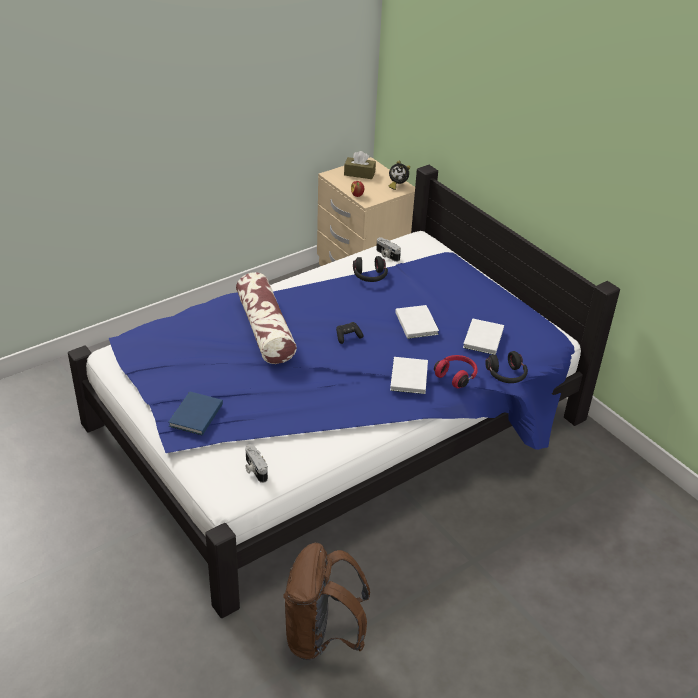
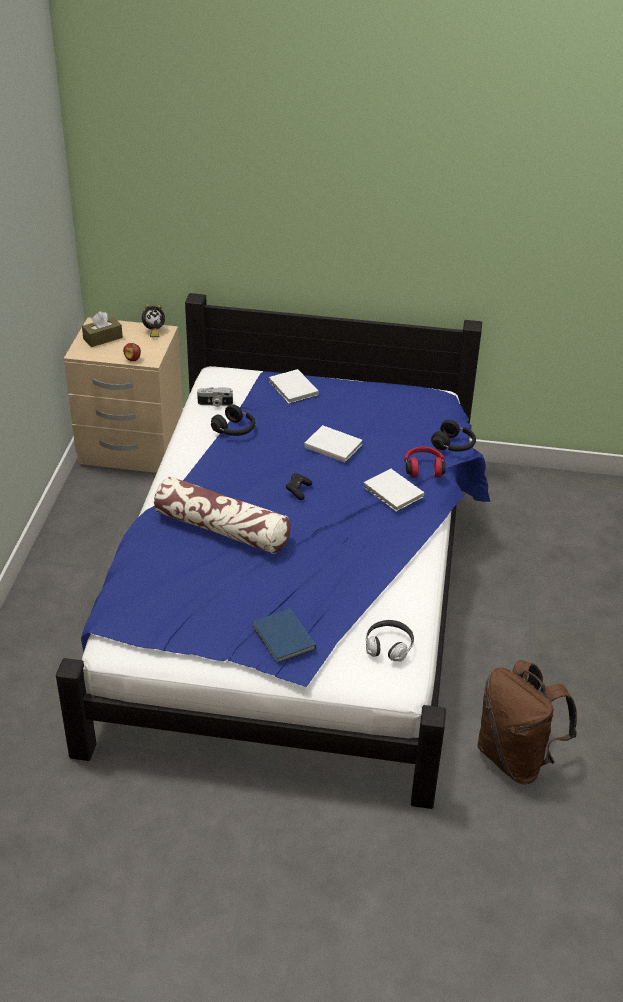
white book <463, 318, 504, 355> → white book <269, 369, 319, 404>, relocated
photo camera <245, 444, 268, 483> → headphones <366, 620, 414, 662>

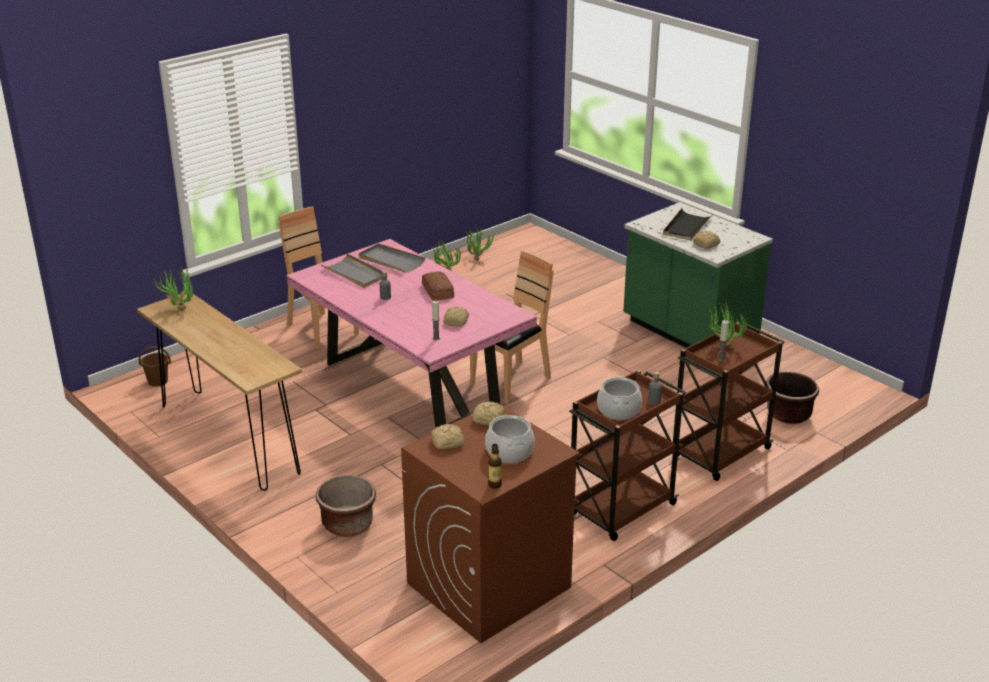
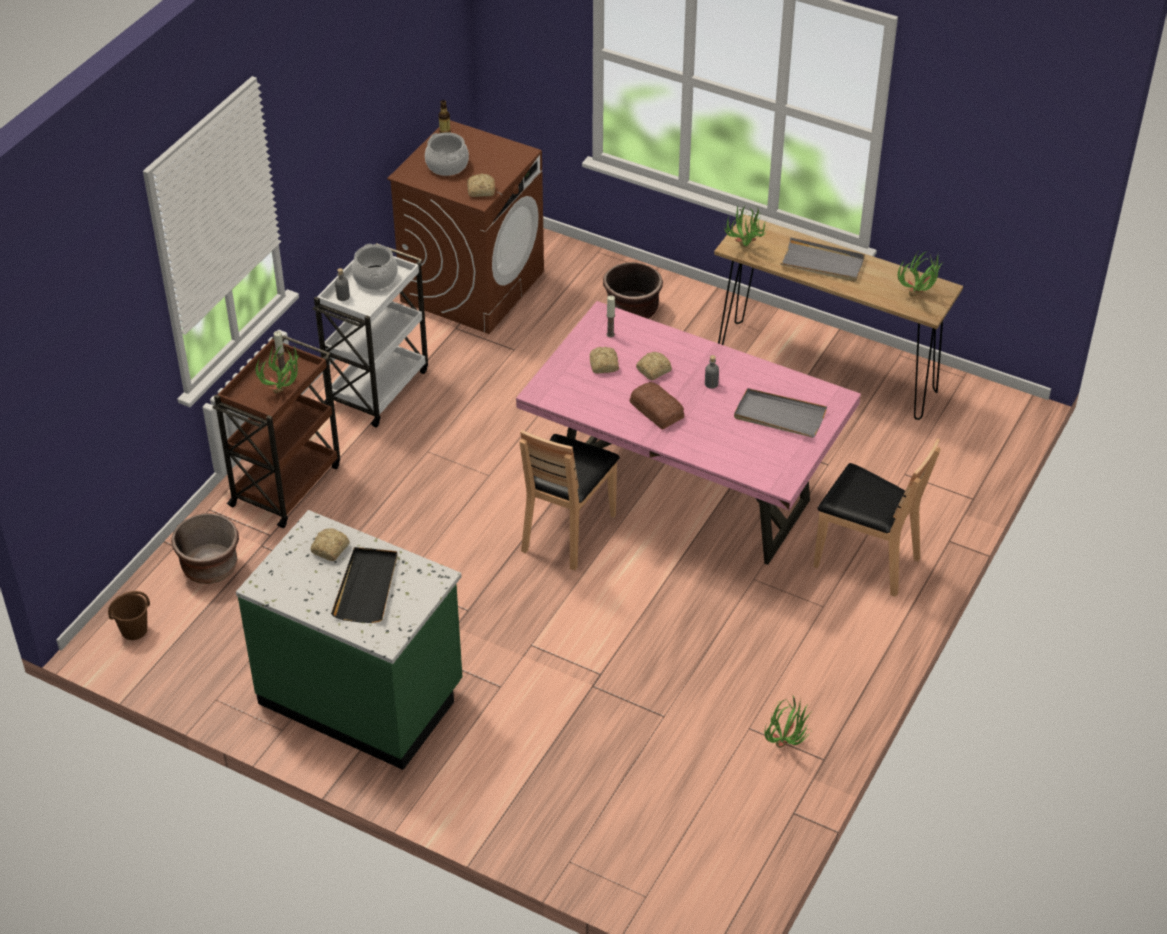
brown bucket <139, 346, 171, 387> → brown bucket <108, 591, 150, 640>, relocated
brown cart <569, 370, 686, 541> → white cart <313, 243, 428, 428>
bread <432, 424, 464, 450> → bread <636, 352, 672, 380>, relocated
potted plant <466, 227, 494, 261> → potted plant <724, 205, 769, 247>, relocated
grey tray <359, 243, 426, 272> → grey tray <780, 237, 865, 282>, relocated

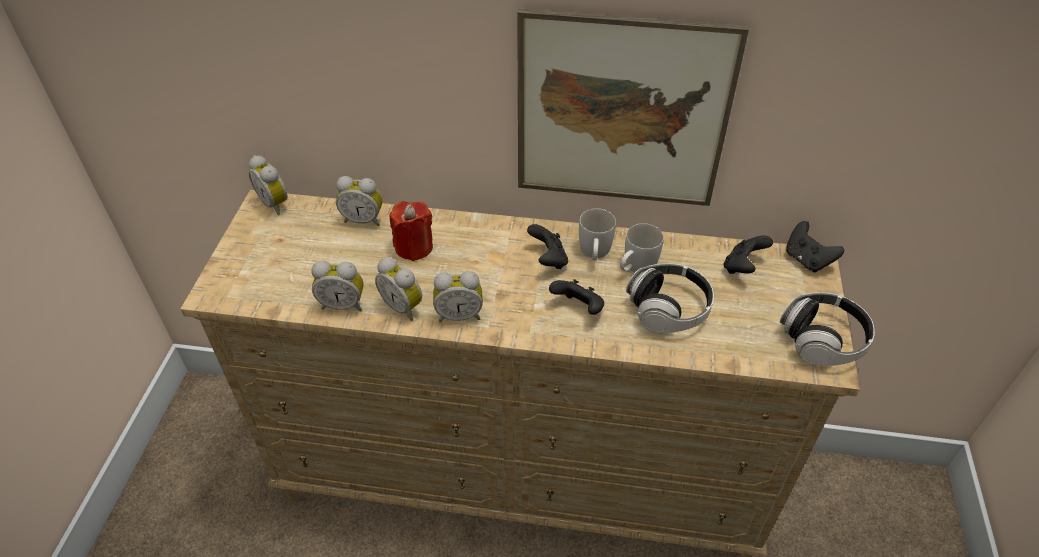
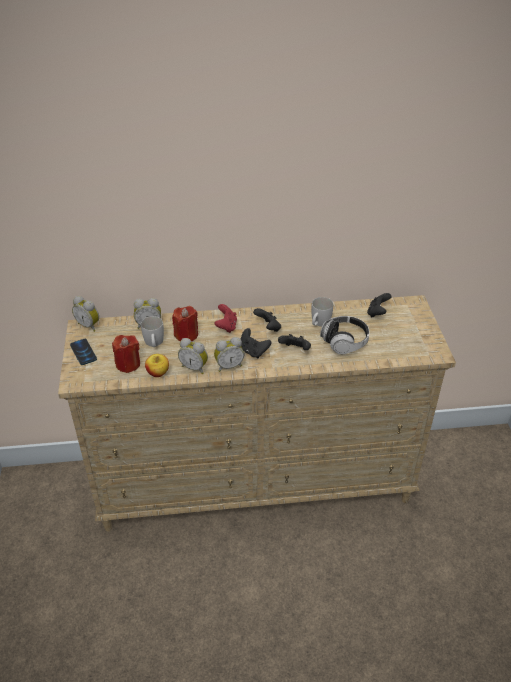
- → phone <70, 339, 97, 365>
- → red candle <112, 335, 140, 373>
white mug <579, 208, 616, 260> → white mug <141, 316, 164, 347>, relocated
alarm clock <312, 261, 363, 311> → apple <145, 354, 169, 377>
- → red game controller <215, 304, 237, 333>
black game controller <786, 221, 844, 273> → black game controller <241, 328, 271, 358>, relocated
picture <517, 9, 749, 206> → -
headphones <780, 292, 875, 366> → -

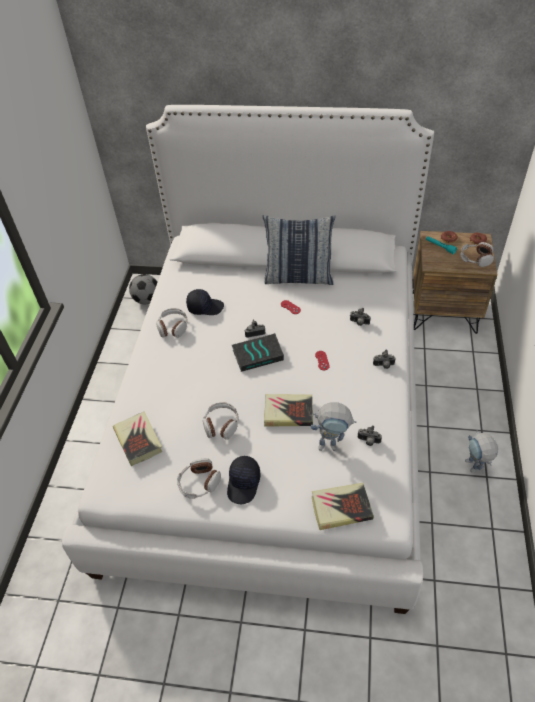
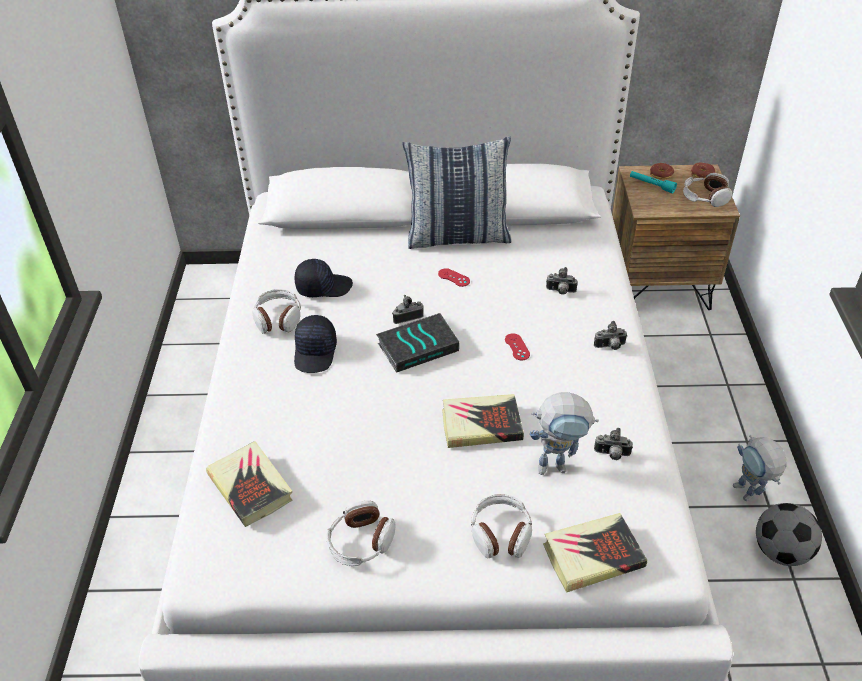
black cap <227, 456, 261, 504> → black cap <294, 315, 337, 373>, relocated
headphones <203, 402, 239, 440> → headphones <471, 494, 532, 558>, relocated
football <129, 274, 157, 304> → football <756, 503, 822, 566>, relocated

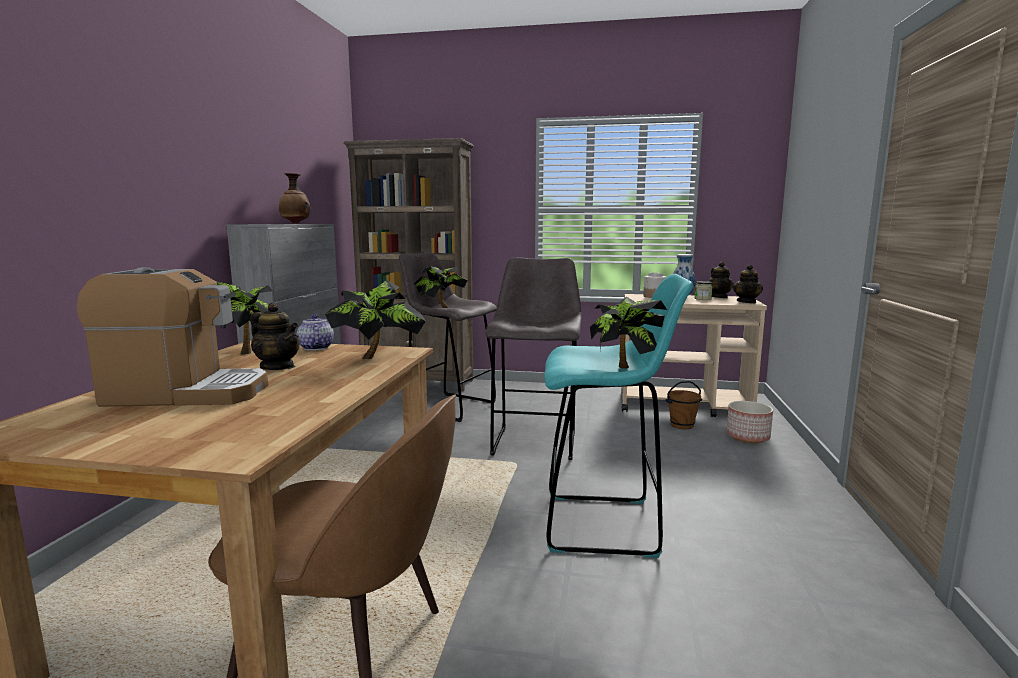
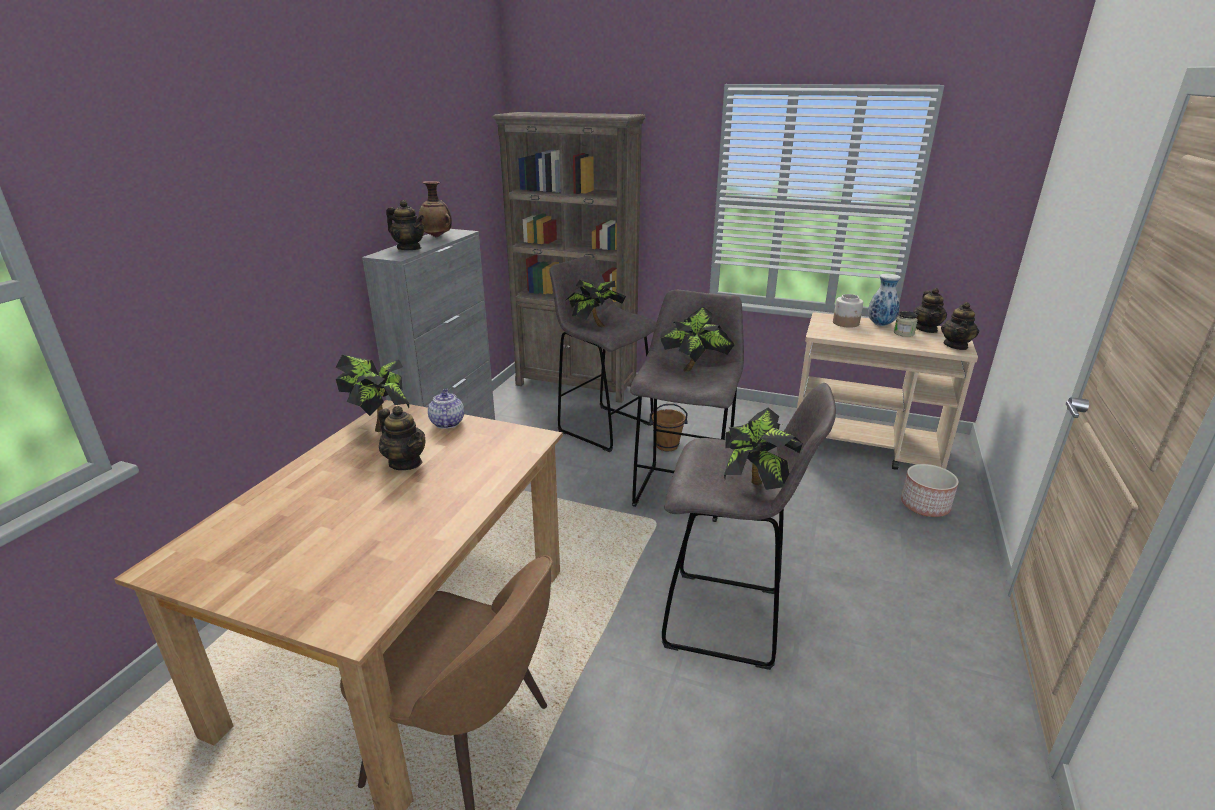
- → teapot <386, 200, 424, 250>
brown bucket <665, 381, 702, 429> → brown bucket <649, 404, 688, 451>, relocated
potted plant <325, 280, 426, 359> → potted plant <660, 307, 735, 372>, relocated
turquoise stool <544, 274, 693, 558> → grey stool <662, 383, 836, 670>
coffee machine <77, 268, 268, 407> → -

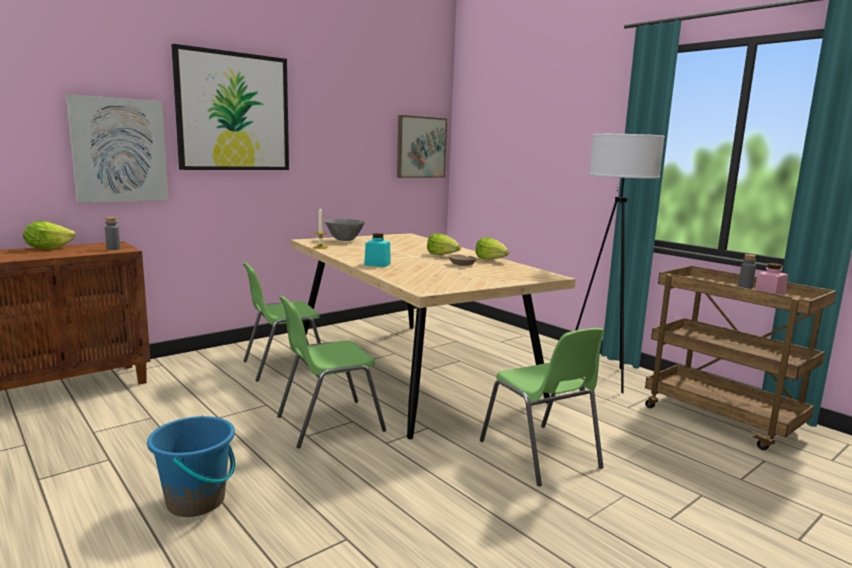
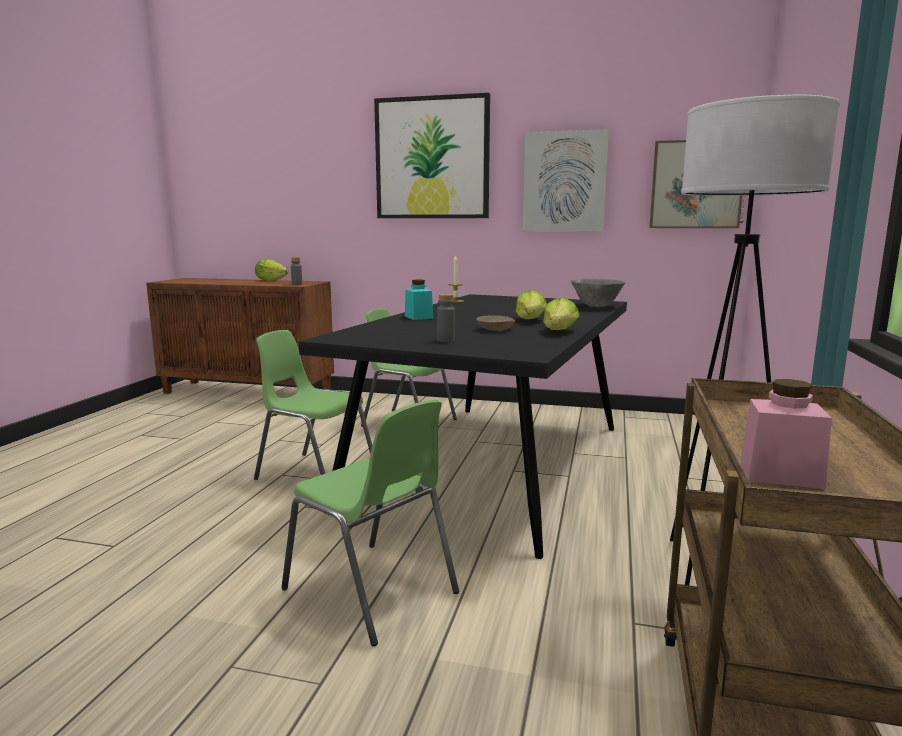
green chair <480, 328, 605, 486> → green chair <281, 400, 459, 646>, 75 degrees counterclockwise
beige dining table <291, 233, 576, 439> → black dining table <299, 294, 627, 559>
grey bottle <738, 254, 756, 289> → grey bottle <437, 294, 455, 342>, relocated
picture <66, 94, 168, 203> → picture <523, 129, 609, 232>, relocated
grey bowl <324, 219, 365, 241> → grey bowl <571, 279, 626, 307>, relocated
blue bucket <147, 415, 235, 517> → -

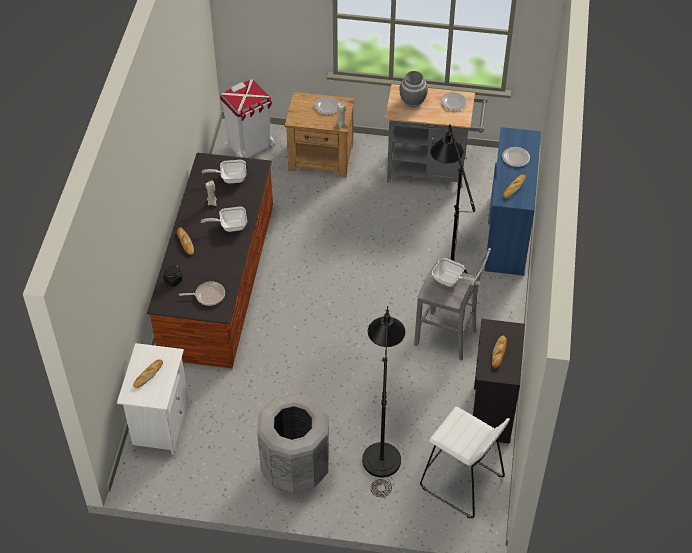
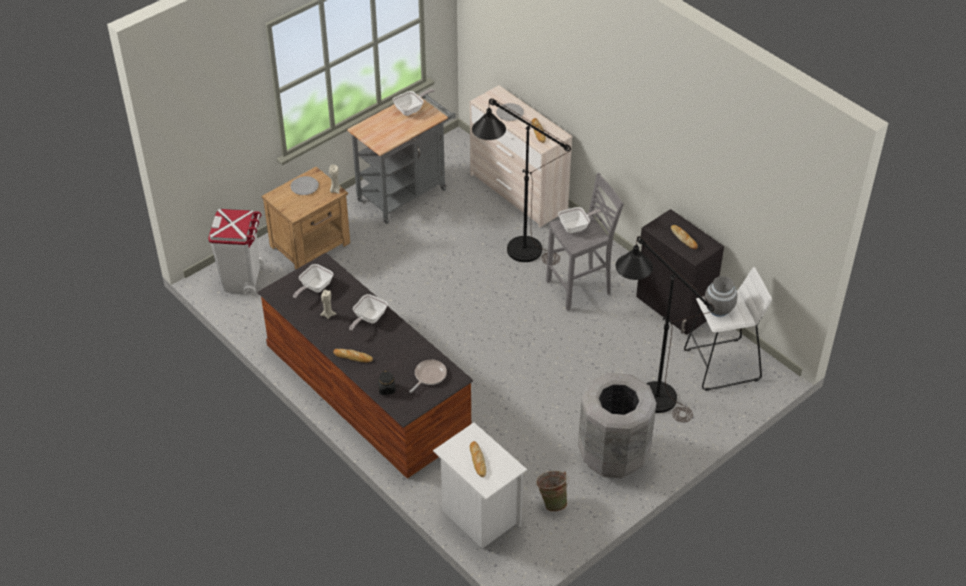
plate <440, 92, 467, 111> → frying pan <392, 89, 435, 116>
blue dresser <484, 127, 541, 276> → beige dresser <469, 85, 572, 228>
- → green bucket <536, 471, 569, 512>
grey vase <399, 71, 428, 107> → grey vase <704, 276, 738, 317>, relocated

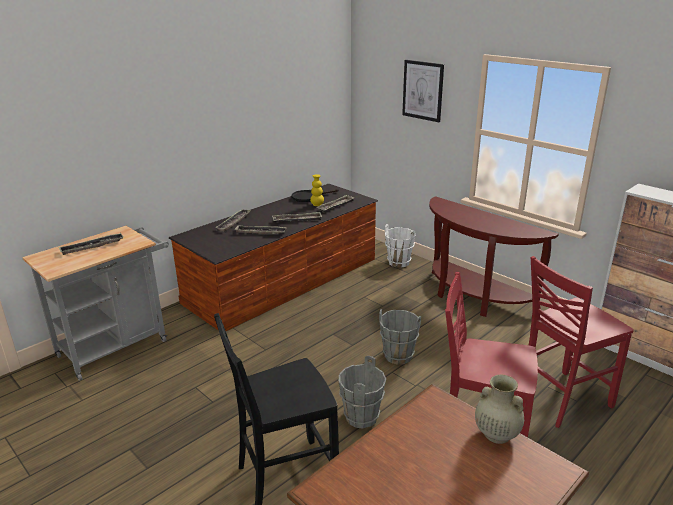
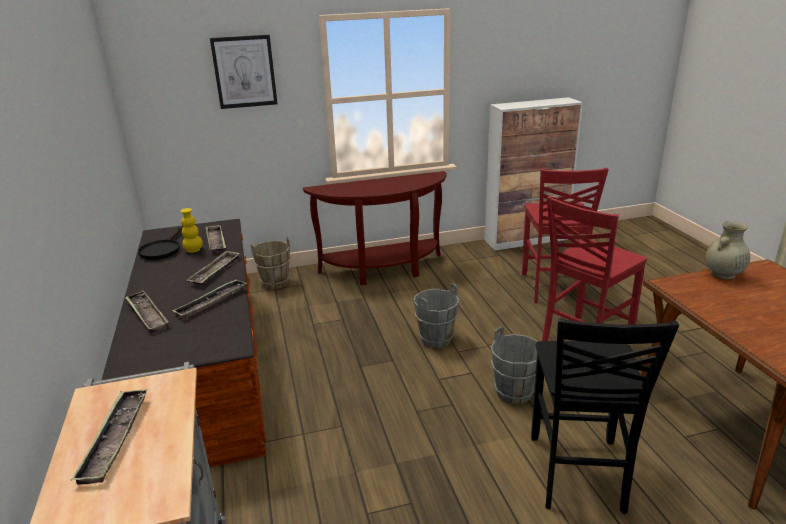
white bucket <385, 224, 416, 268> → brown bucket <251, 237, 291, 289>

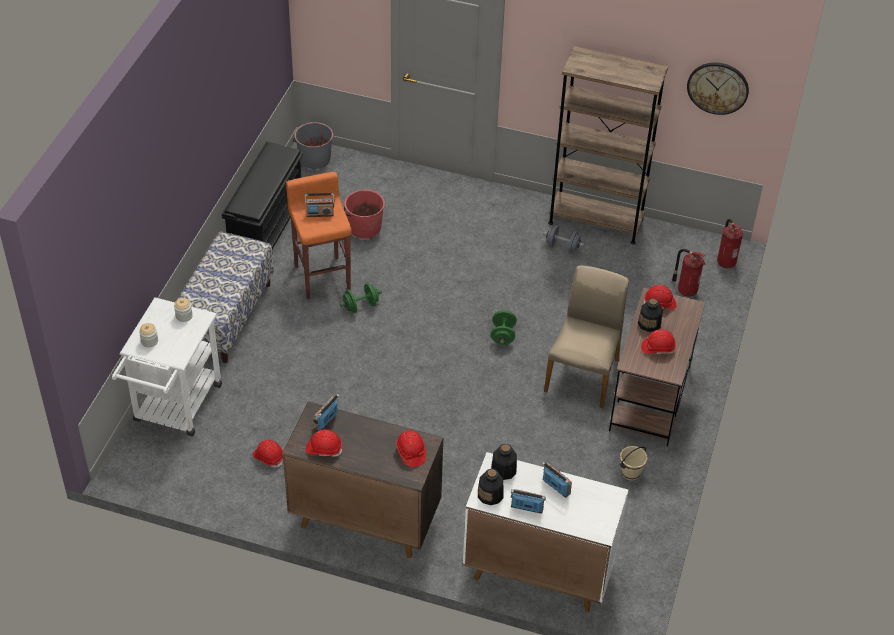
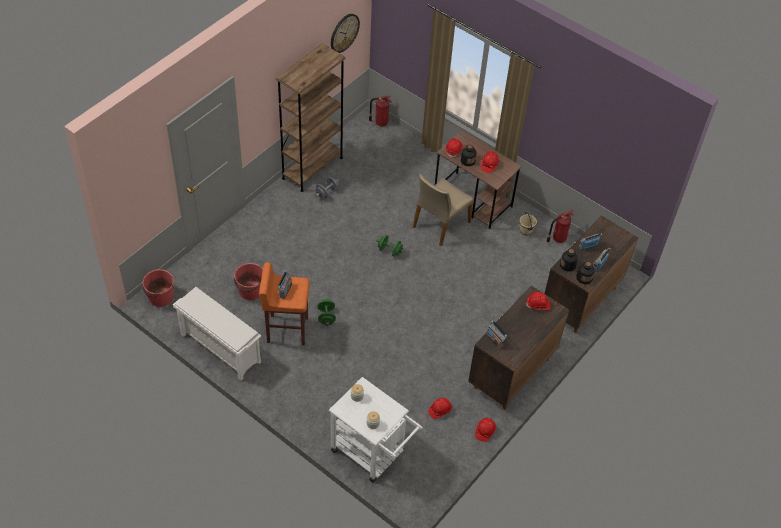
grey bucket <293, 122, 333, 169> → red bucket <143, 269, 174, 307>
black shoe rack <222, 141, 304, 249> → white shoe rack <173, 287, 261, 380>
beige chair <544, 265, 629, 408> → beige chair <413, 174, 473, 246>, 90 degrees counterclockwise
red hard hat <306, 429, 343, 457> → red hard hat <475, 418, 496, 442>, relocated
white cabinet <463, 452, 629, 612> → brown cabinet <544, 215, 638, 333>
fire extinguisher <672, 249, 705, 297> → fire extinguisher <547, 209, 574, 243>, relocated
bench <177, 232, 274, 363> → -

